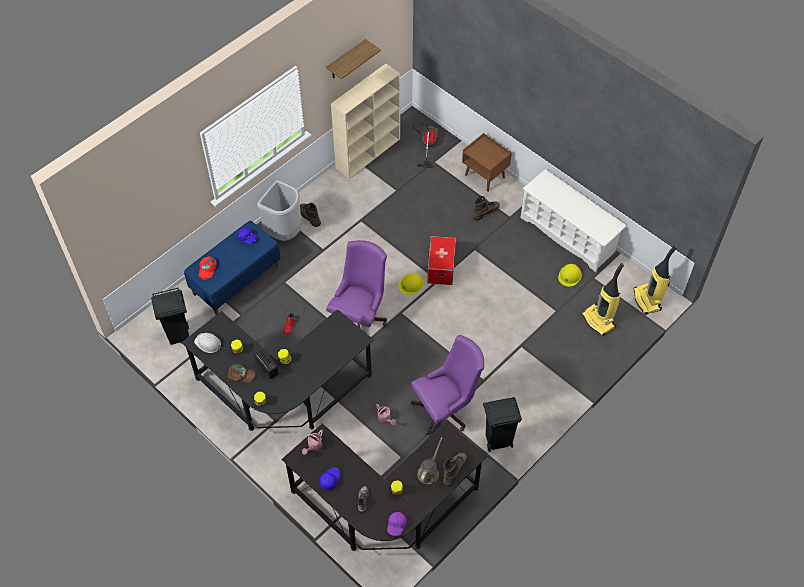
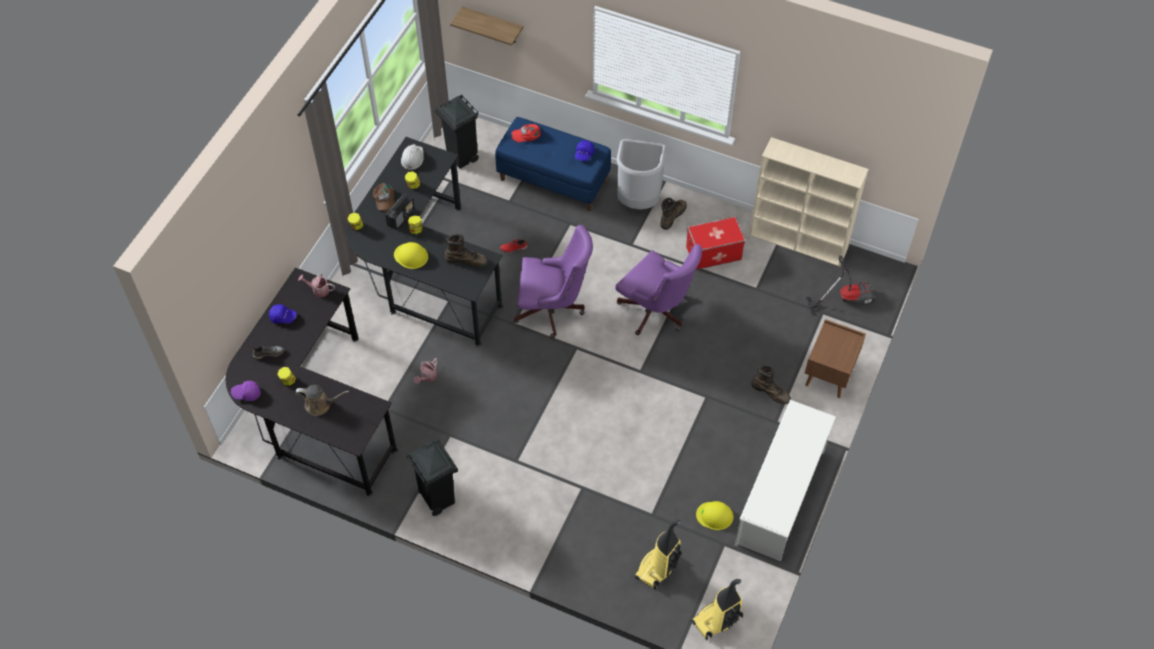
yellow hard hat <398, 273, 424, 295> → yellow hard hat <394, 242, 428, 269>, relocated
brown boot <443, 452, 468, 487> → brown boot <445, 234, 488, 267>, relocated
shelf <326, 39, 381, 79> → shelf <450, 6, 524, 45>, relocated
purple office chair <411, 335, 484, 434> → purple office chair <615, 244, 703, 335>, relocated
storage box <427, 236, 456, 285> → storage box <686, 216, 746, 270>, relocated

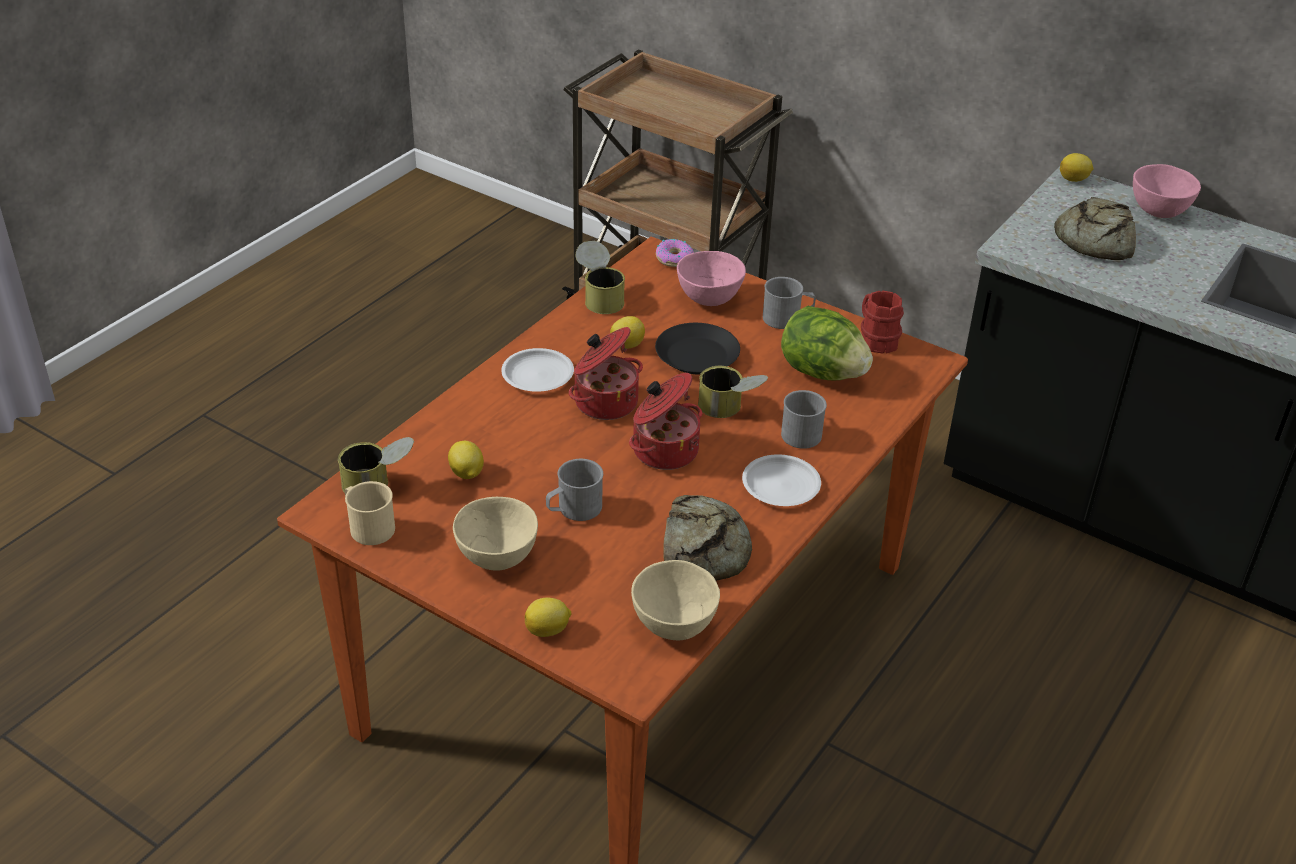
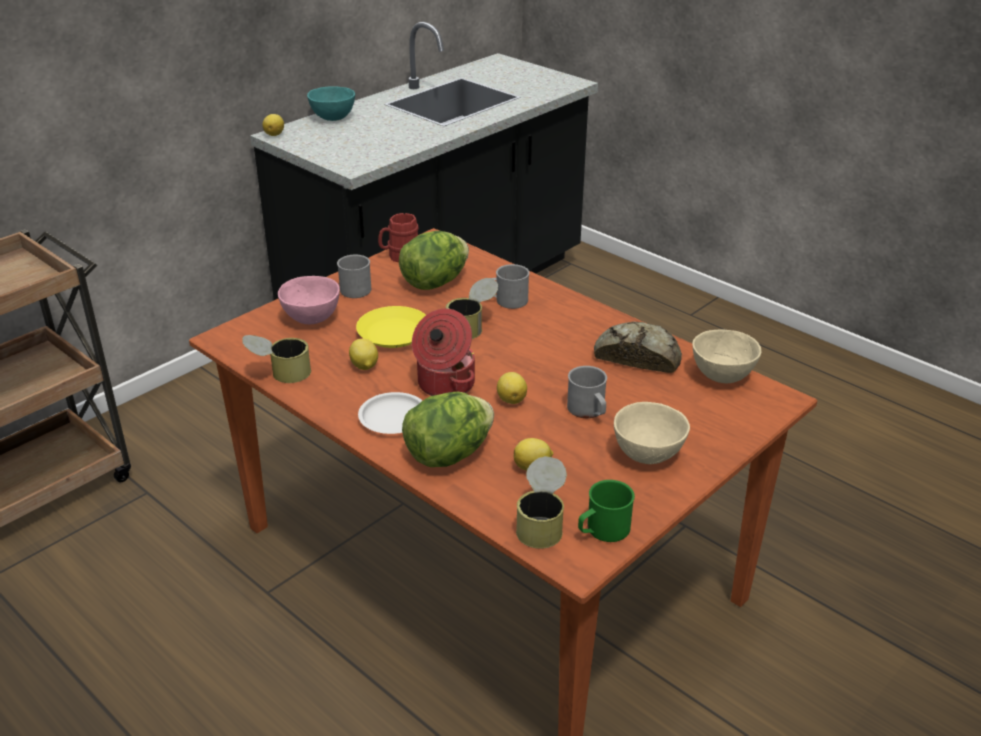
pink bowl <1133, 164, 1201, 218> → turquoise bowl <307, 86, 355, 121>
black plate <655, 323, 740, 375> → yellow plate <356, 306, 426, 348>
- → lettuce <402, 392, 494, 467>
lemon <525, 598, 572, 637> → lemon <497, 372, 527, 404>, relocated
beige mug <345, 481, 395, 545> → green mug <578, 480, 635, 542>
cooking pot <629, 373, 702, 470> → -
donut <656, 239, 694, 267> → -
white plate <742, 454, 821, 506> → -
bread <1054, 197, 1136, 260> → -

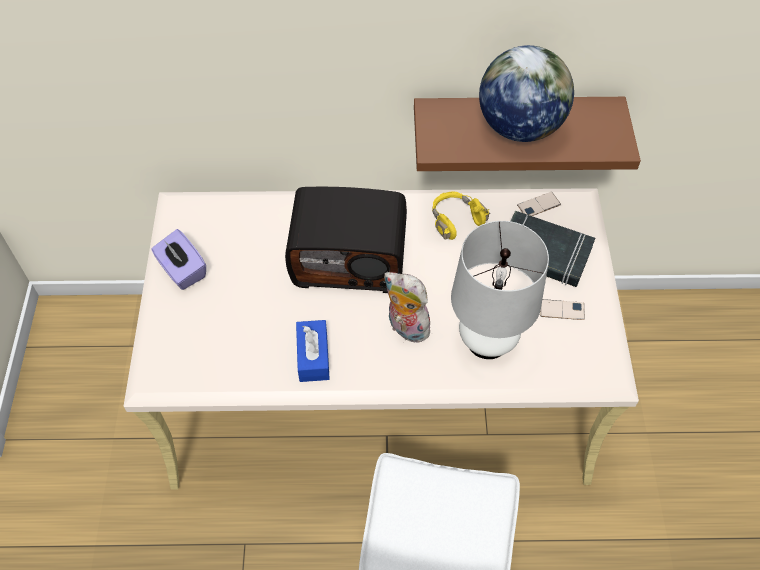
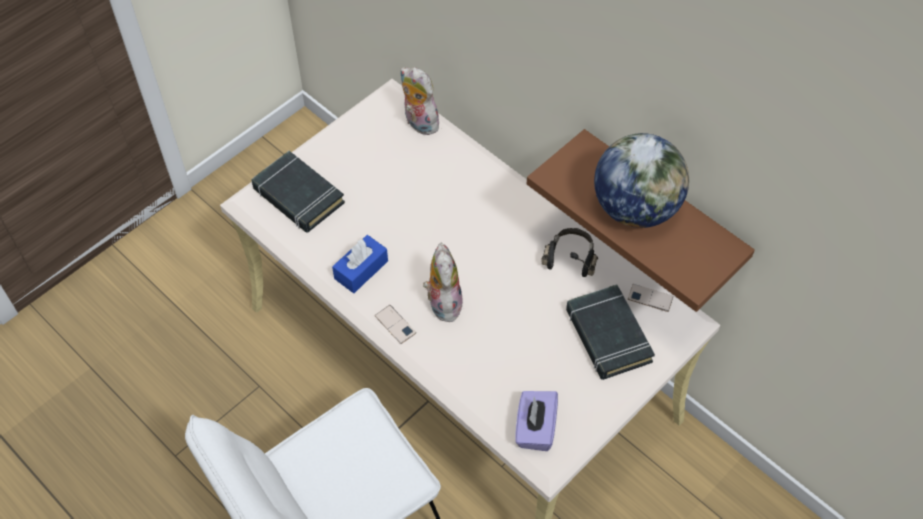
- → black book <252, 151, 345, 233>
phone <540, 299, 585, 320> → phone <375, 305, 416, 344>, relocated
- → plush toy <400, 67, 439, 135>
purple tissue box <151, 229, 206, 290> → purple tissue box <515, 391, 558, 451>, relocated
yellow headphones <432, 191, 490, 240> → black headphones <541, 228, 598, 277>
radio <285, 187, 407, 293> → -
white table lamp <451, 221, 549, 359> → -

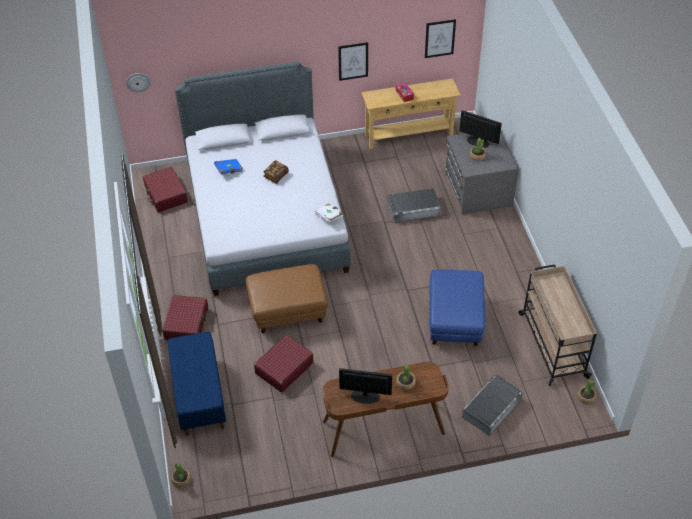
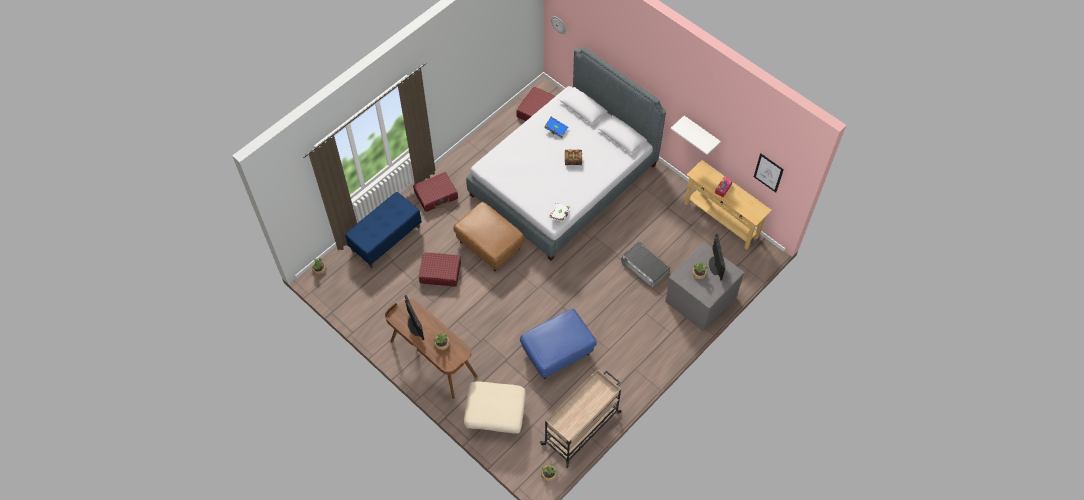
grey storage box <462, 375, 523, 436> → beige ottoman <464, 381, 526, 434>
picture <338, 42, 368, 81> → white shelf <671, 116, 721, 155>

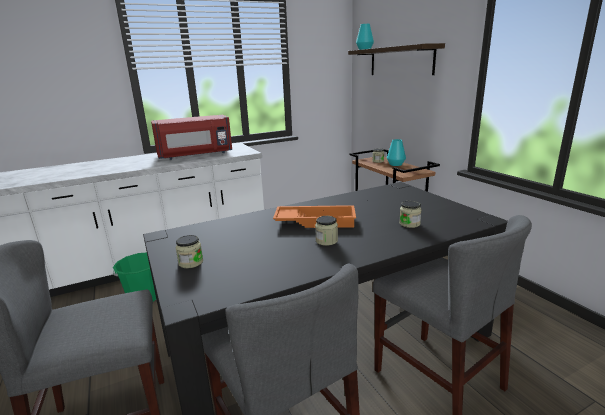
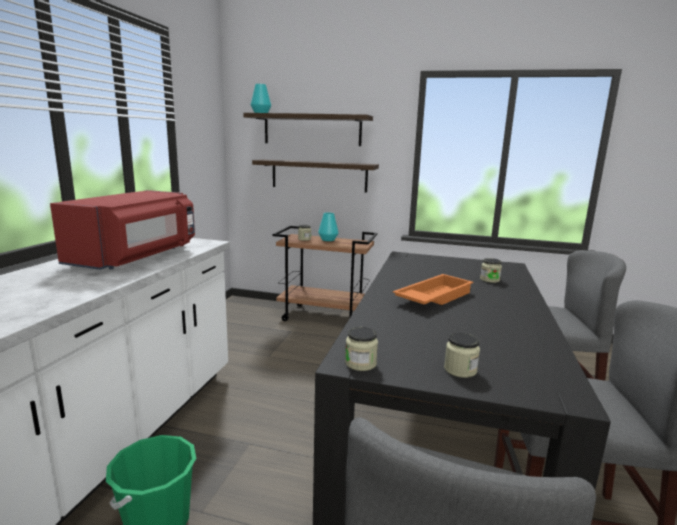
- → shelf <252, 159, 379, 192>
jar <315, 216, 338, 246> → jar <345, 327, 378, 371>, relocated

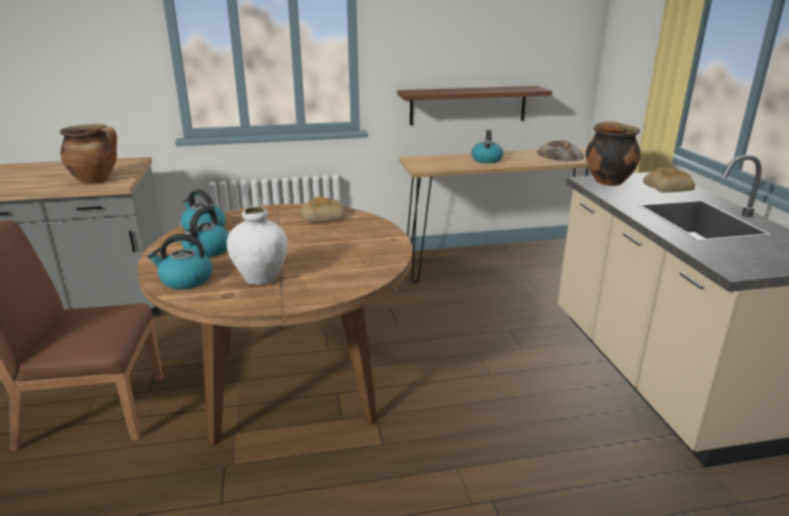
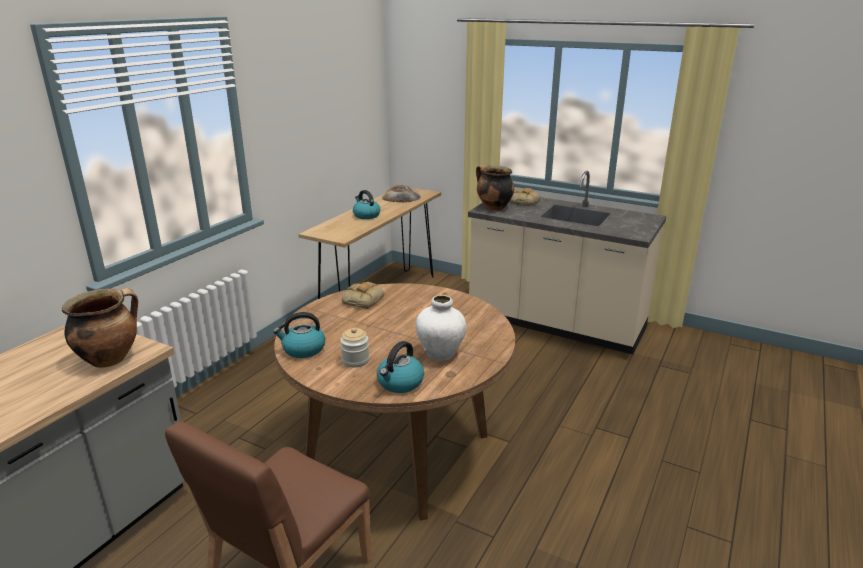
kettle <182, 208, 229, 258> → jar <340, 328, 369, 368>
shelf <397, 86, 552, 125> → -

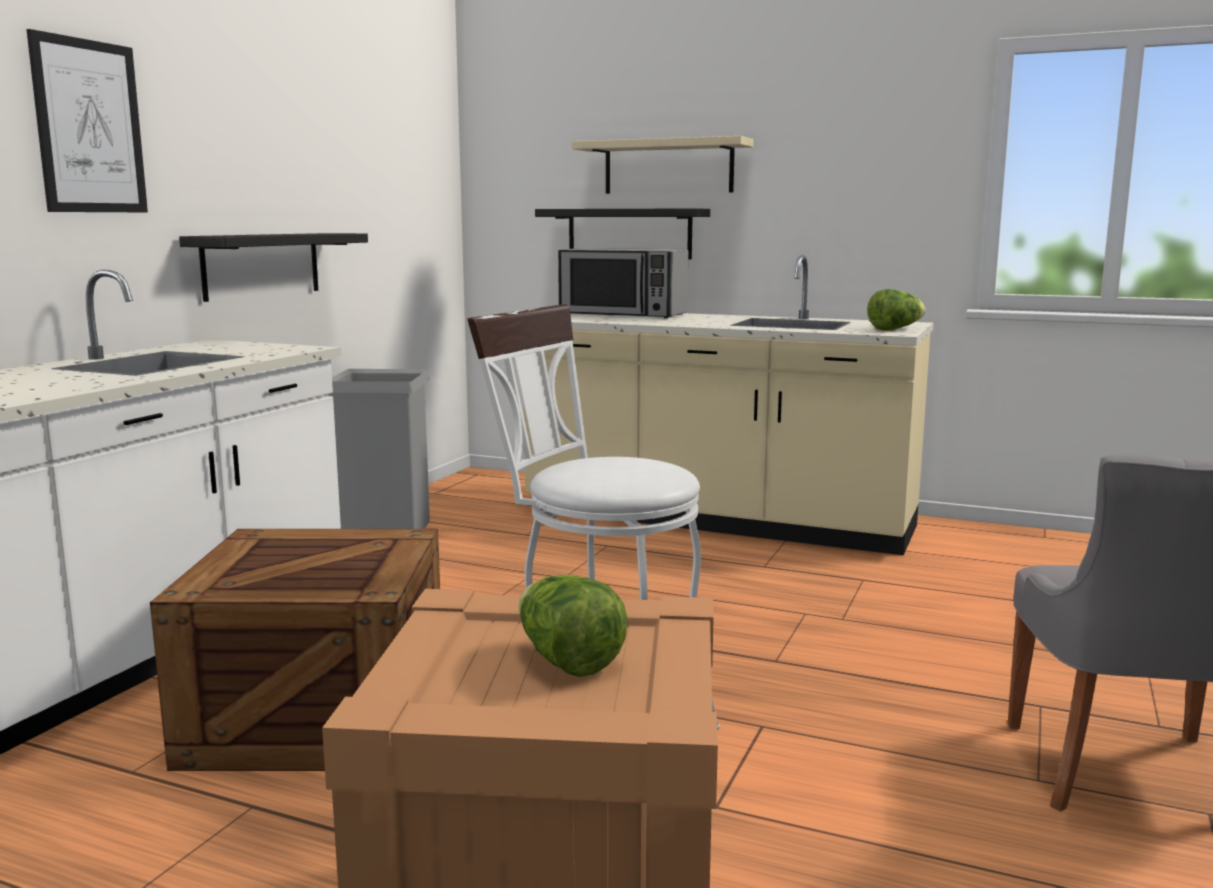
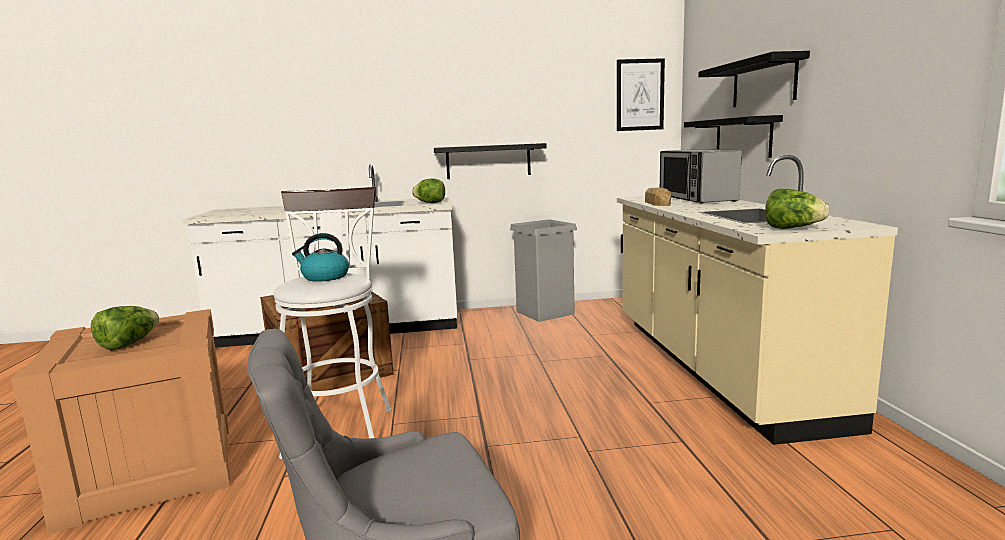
- → kettle <292, 233, 349, 282>
- → lettuce <412, 178, 445, 203>
picture <26, 29, 148, 212> → picture <617, 58, 665, 131>, relocated
- → bread <645, 187, 671, 206>
beige shelf <572, 136, 753, 194> → black shelf <698, 51, 810, 107>

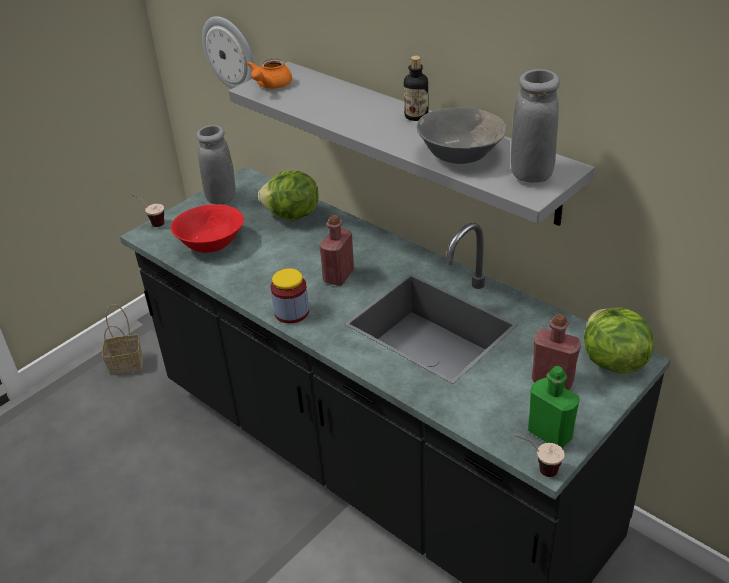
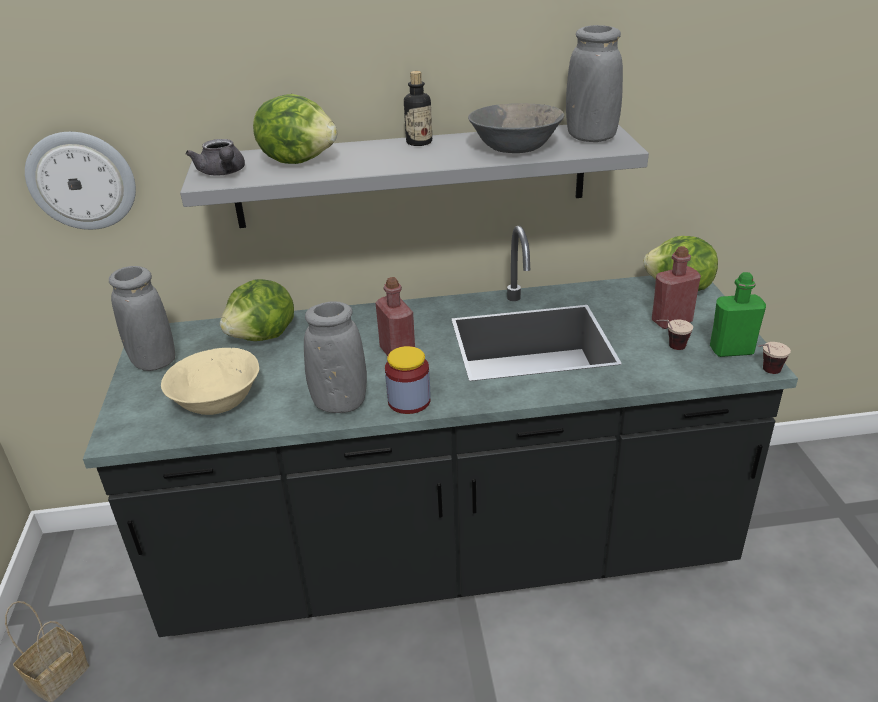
red bowl <171, 204, 244, 253> → beige bowl <161, 348, 259, 415>
orange teapot <247, 58, 292, 89> → grey teapot <186, 139, 245, 176>
- → lettuce <253, 94, 337, 164>
- → grey vase <304, 301, 367, 413>
cup <131, 194, 164, 227> → cup <657, 320, 693, 350>, relocated

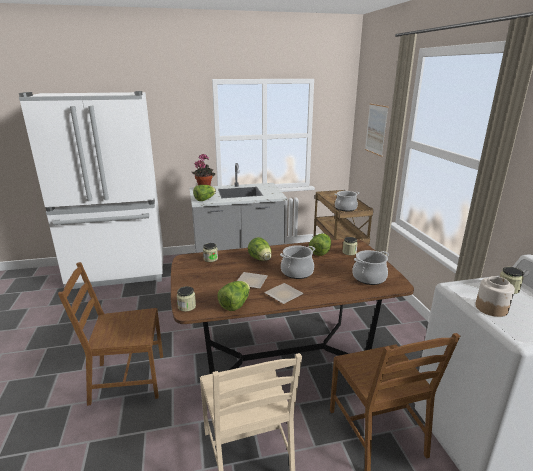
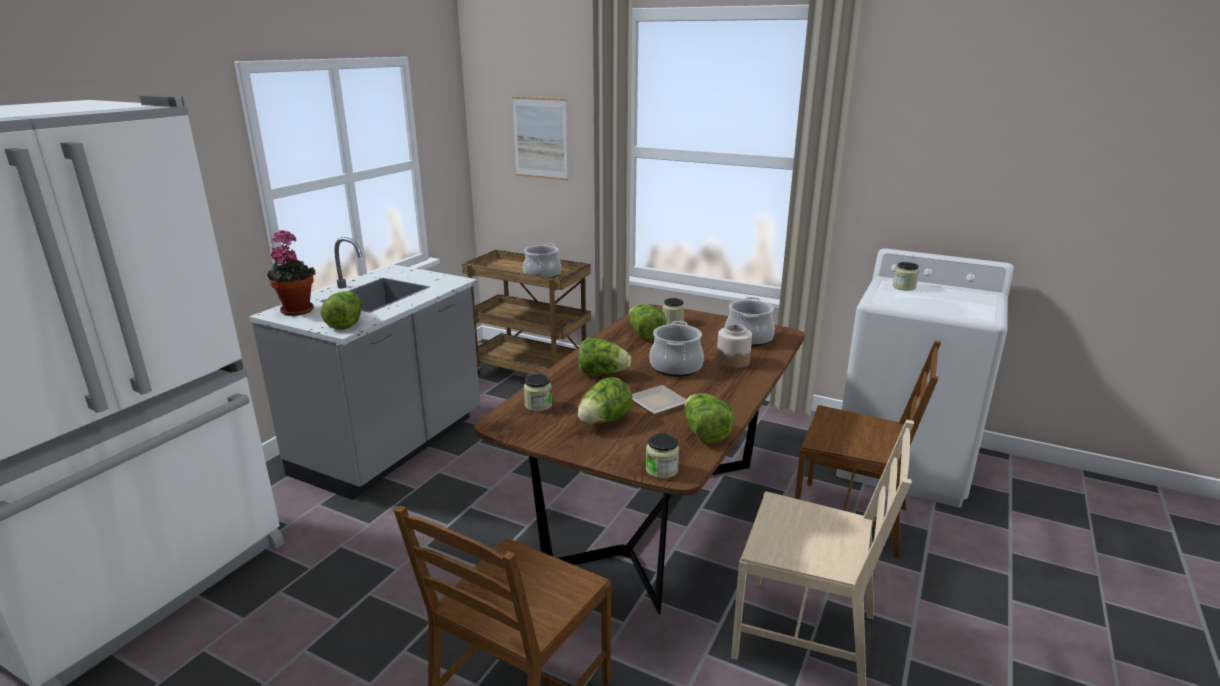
- → lettuce <578, 377, 633, 424>
jar <475, 276, 515, 317> → jar <717, 324, 752, 368>, relocated
plate <264, 283, 304, 304> → -

